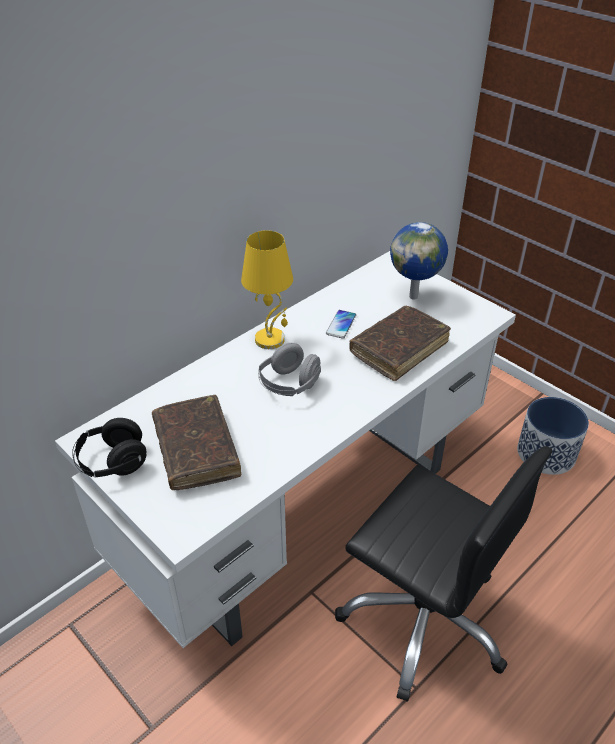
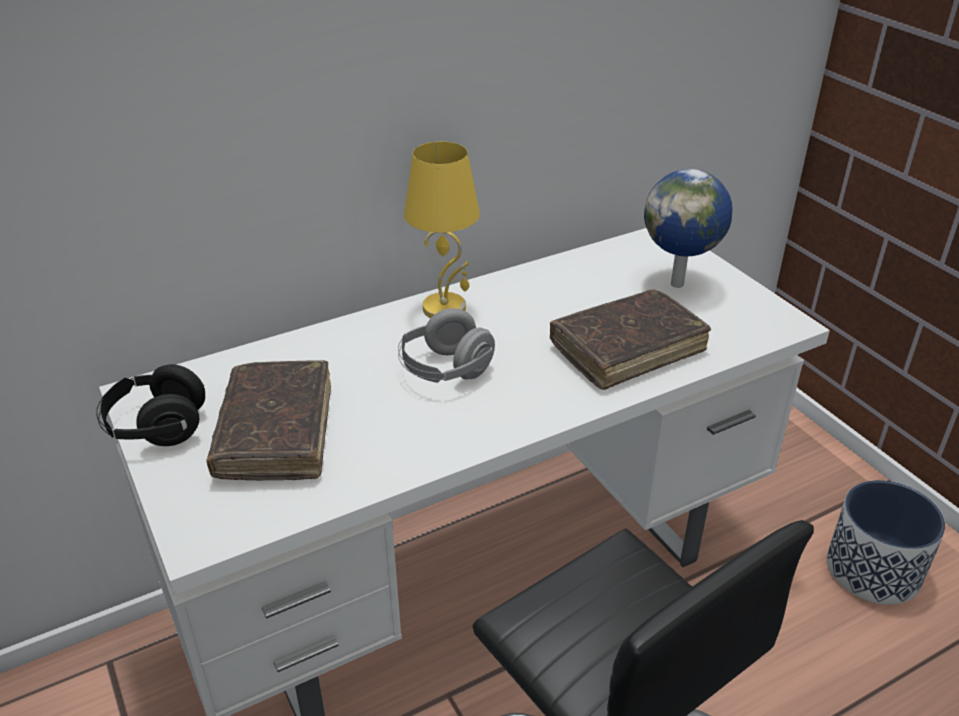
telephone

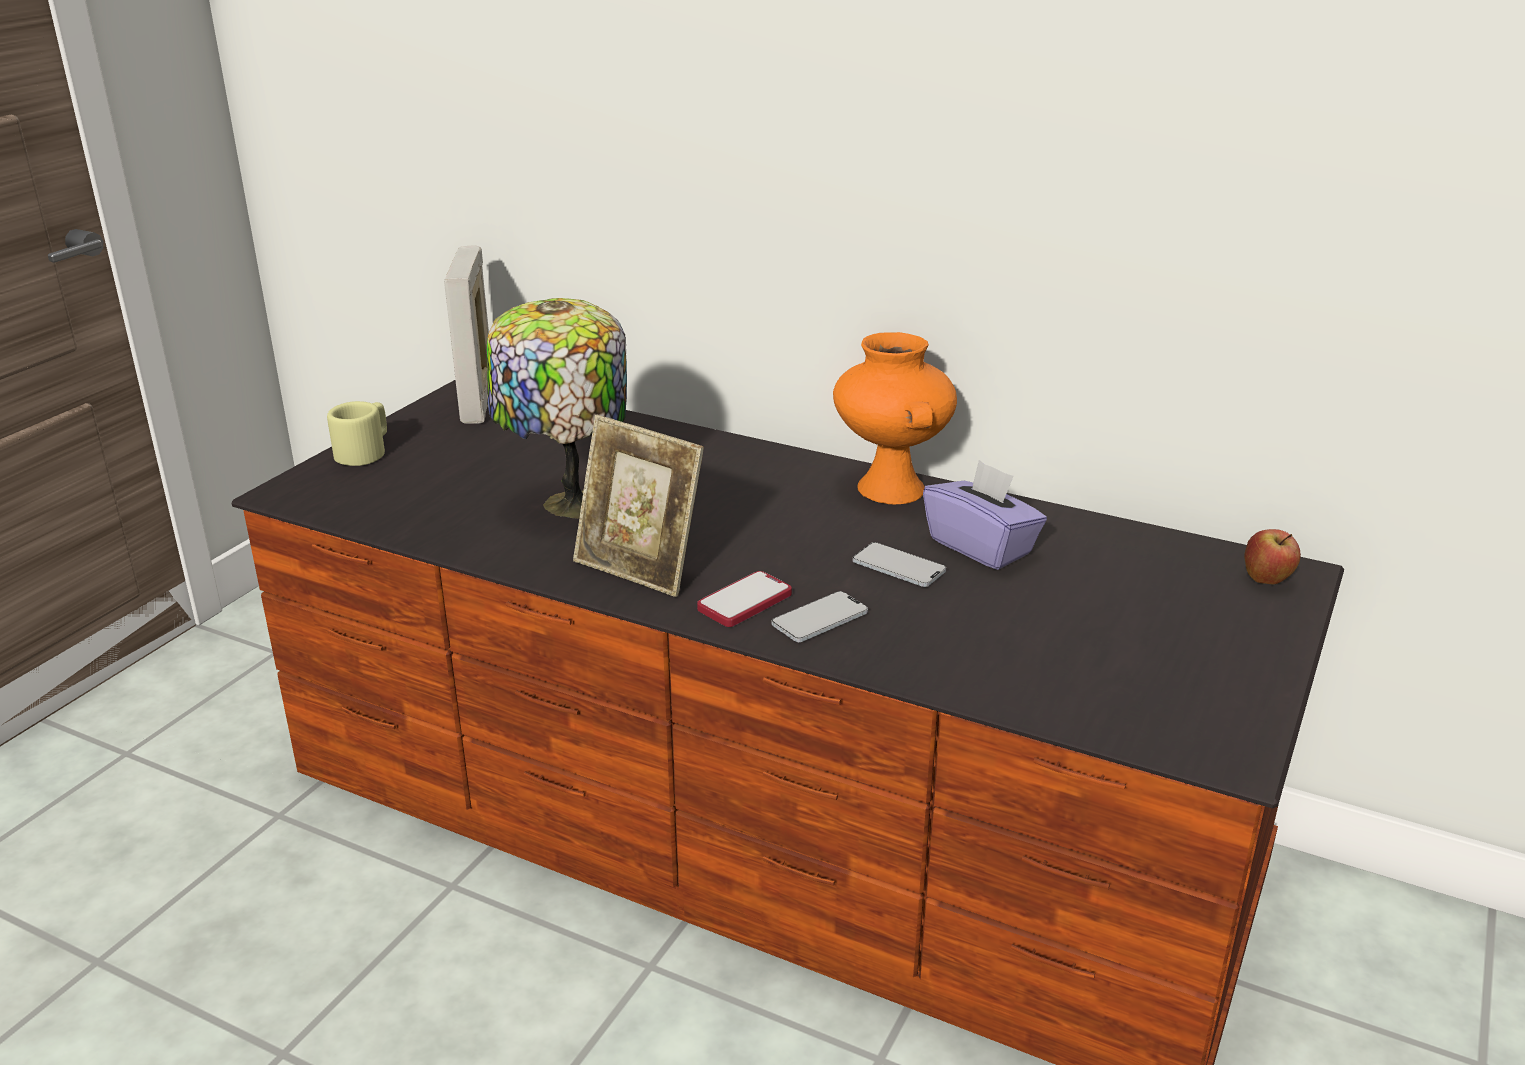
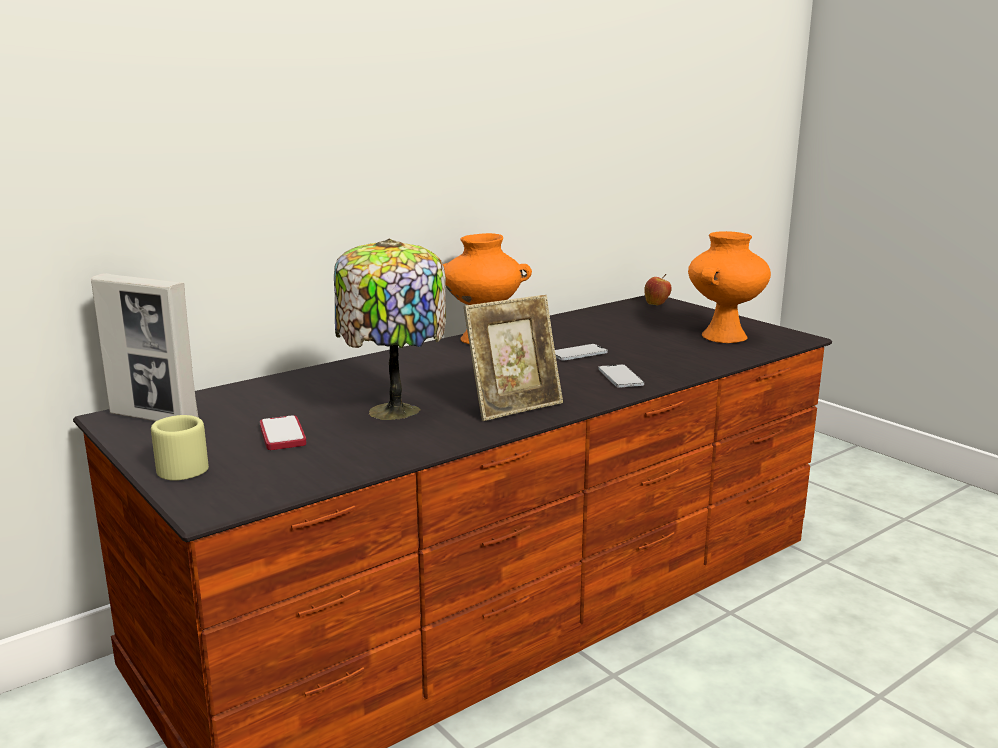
purple-coloured tissue holder
telephone (1st from left)
orange-coloured flower vase (2nd from left)

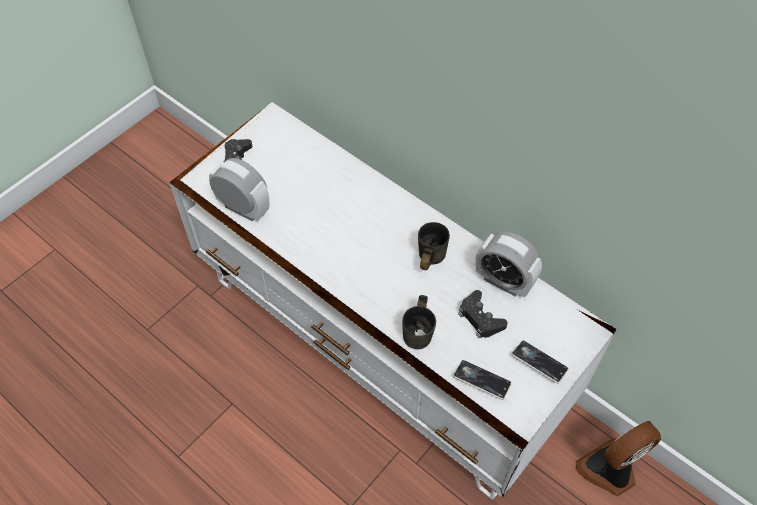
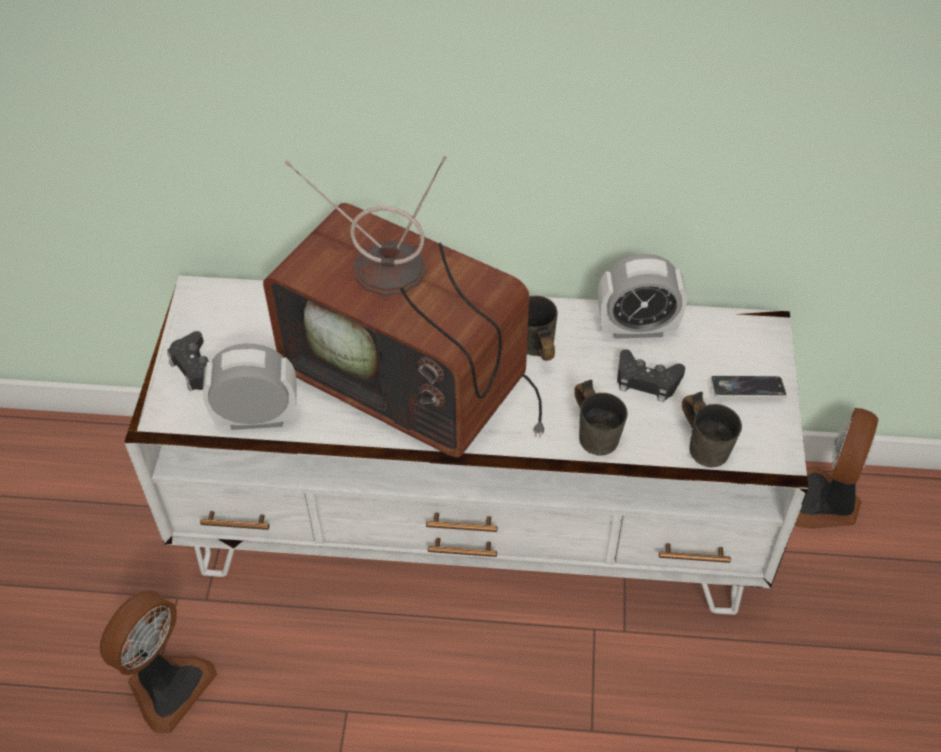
greyish mug (3rd from left)
TV set
fan (1st from left)

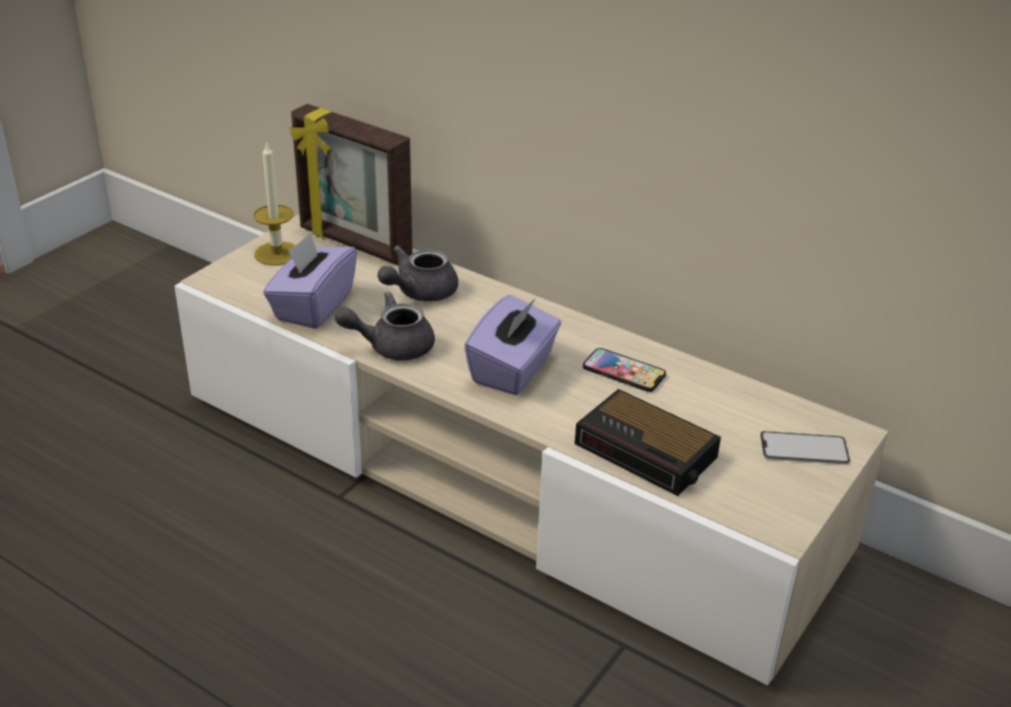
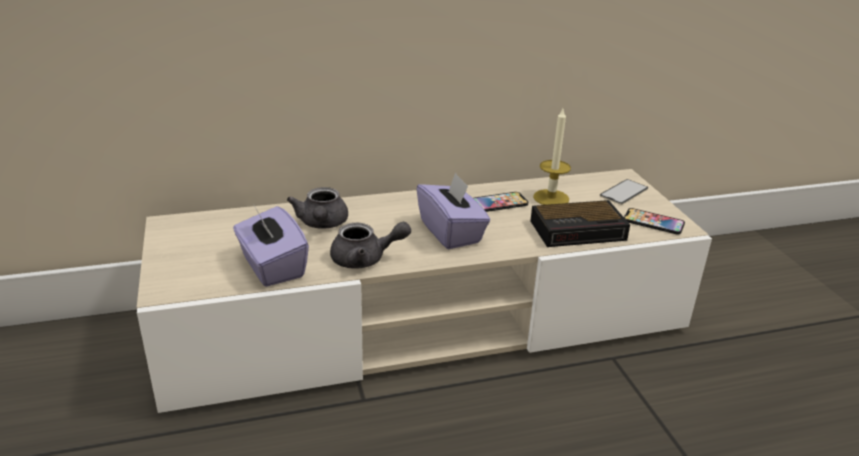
photo frame
wax light
greyish teapot (2nd from left)
telephone (3rd from left)

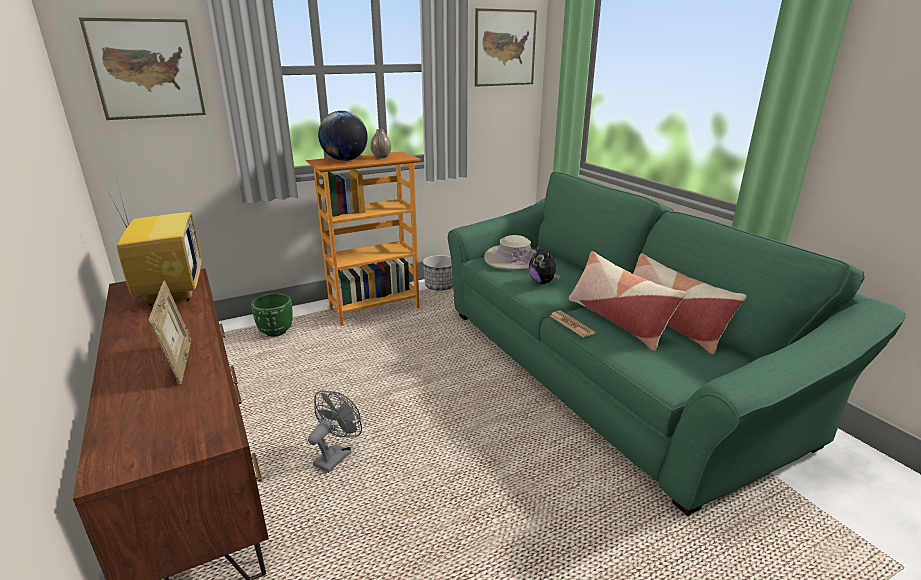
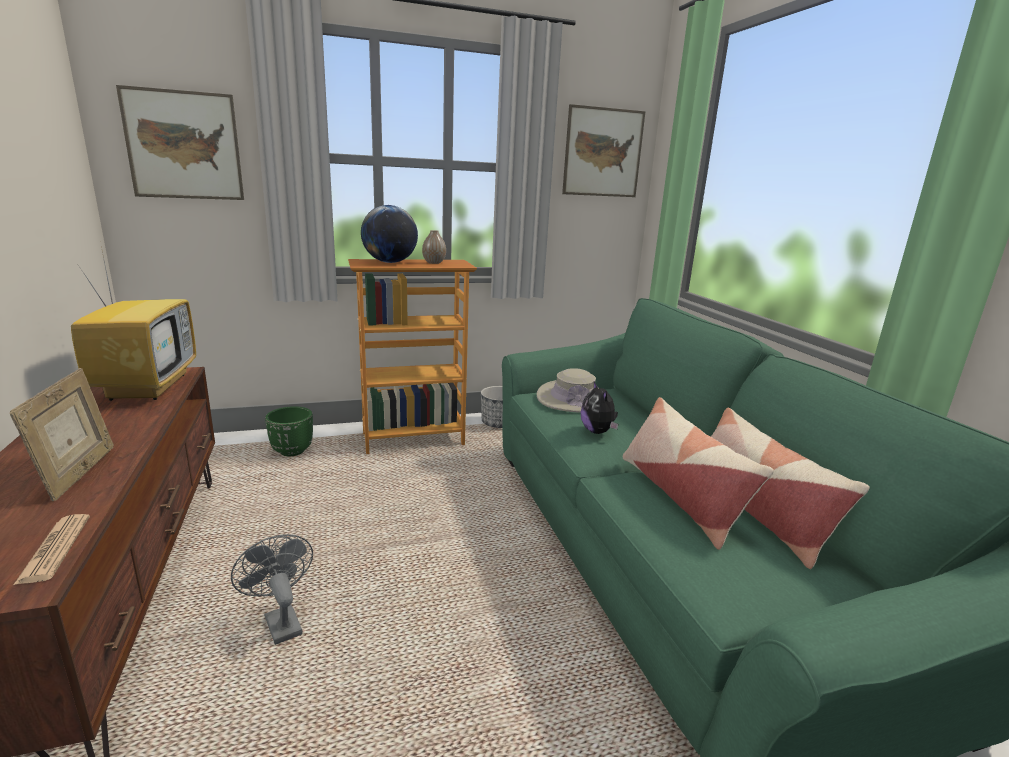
daily paper
greyish fan

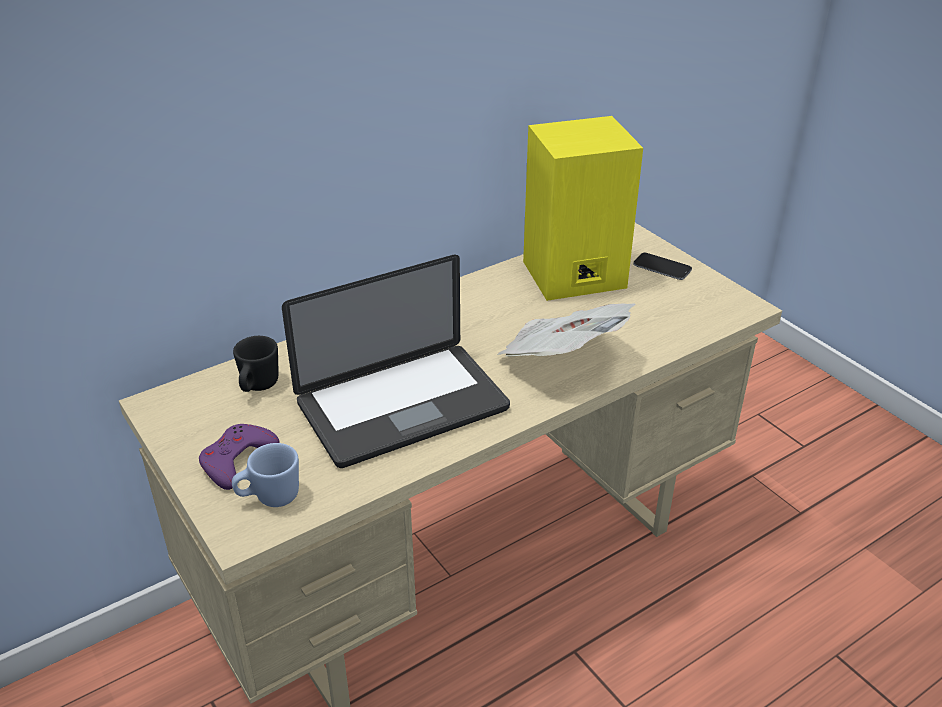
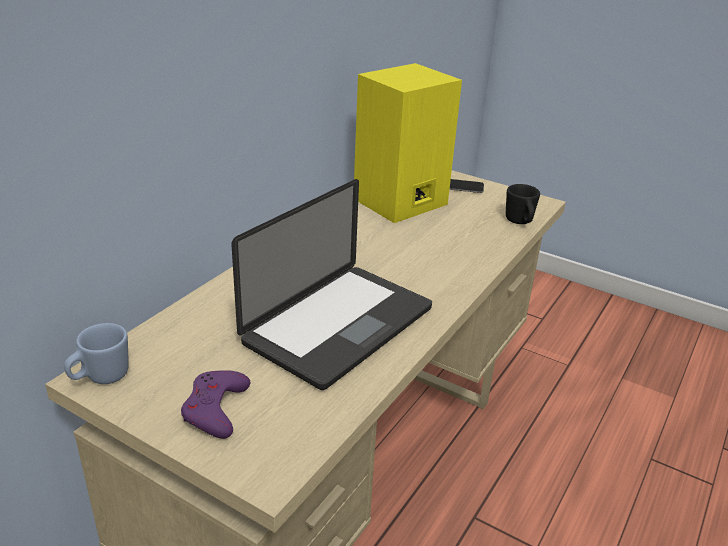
daily paper
blackish mug
blue mug

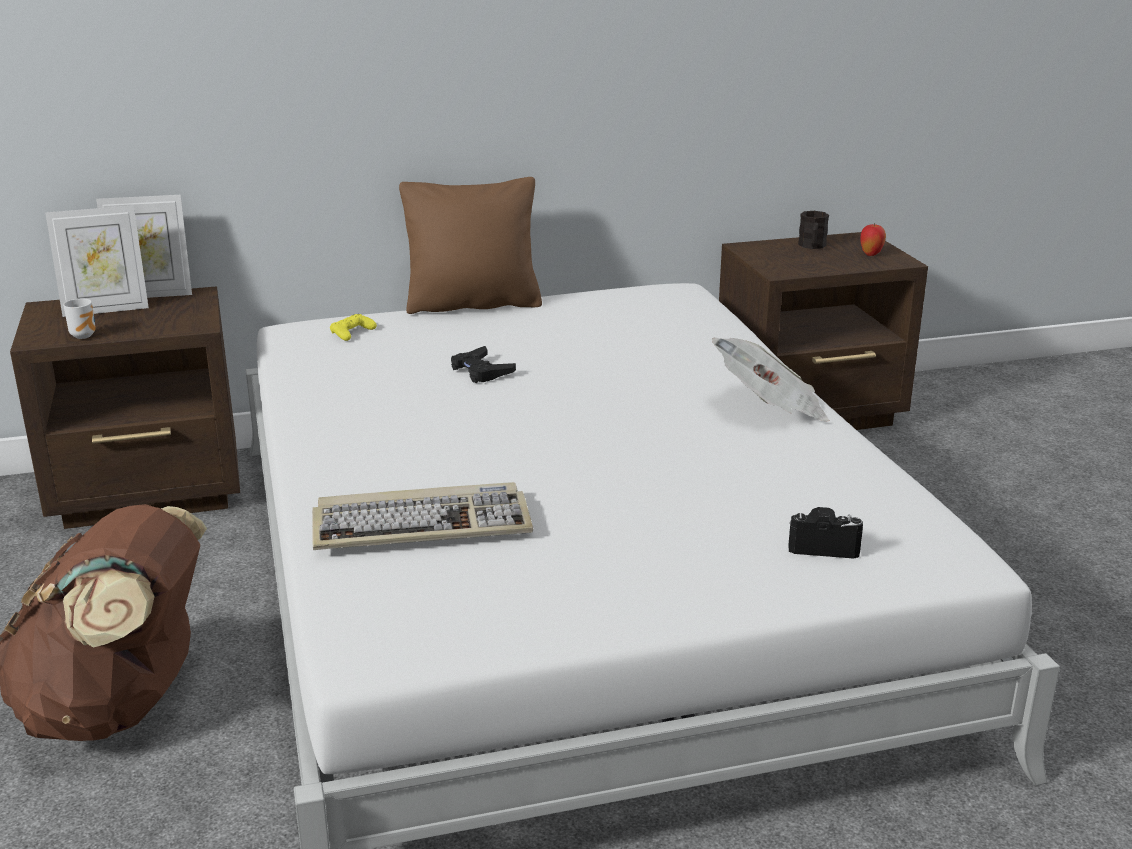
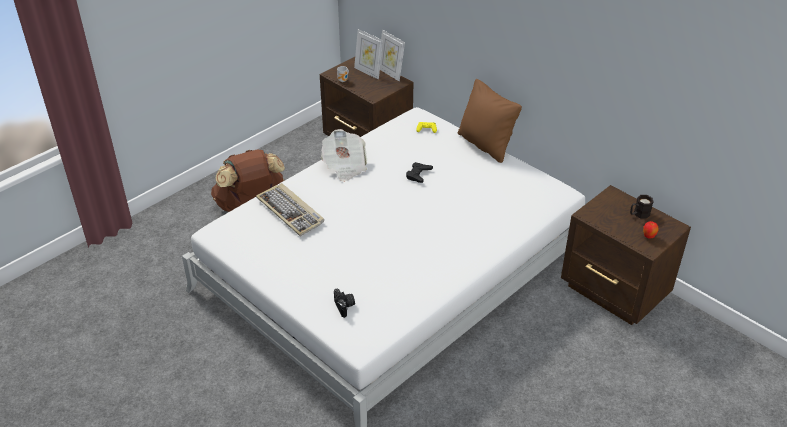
daily paper

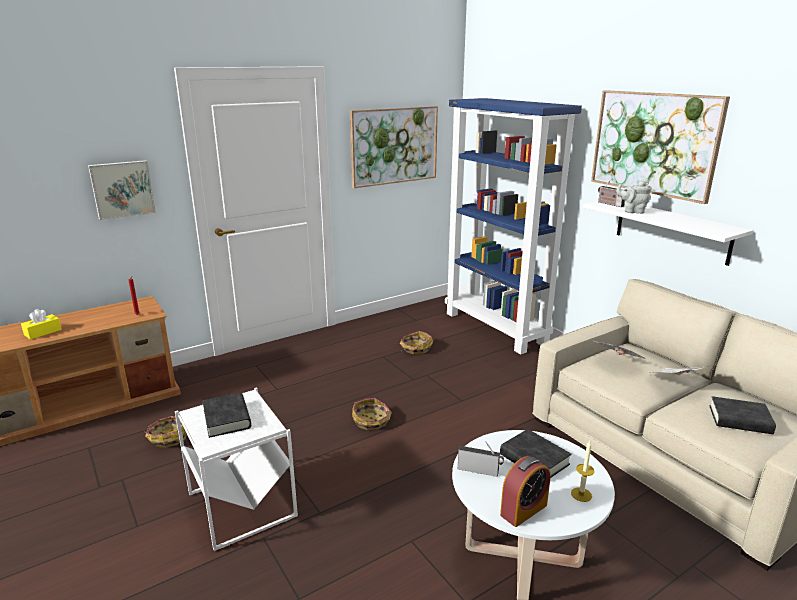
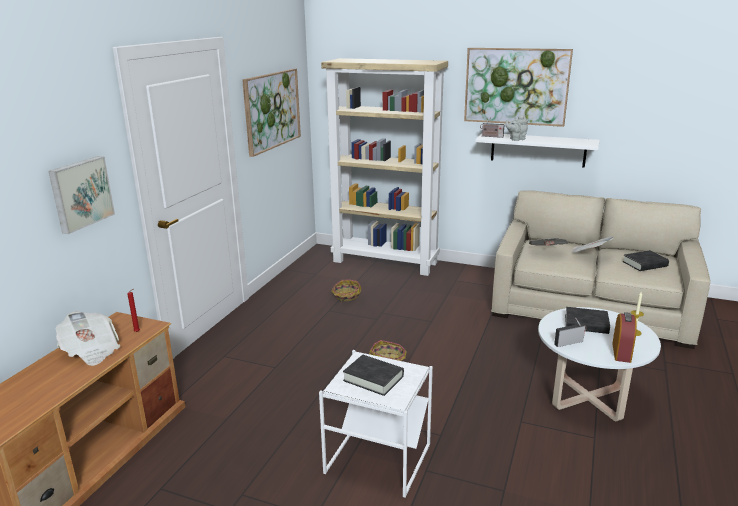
sand-coloured shelving unit
yellowish tissue holder
basket (1st from left in the first image)
daily paper (1st from left)

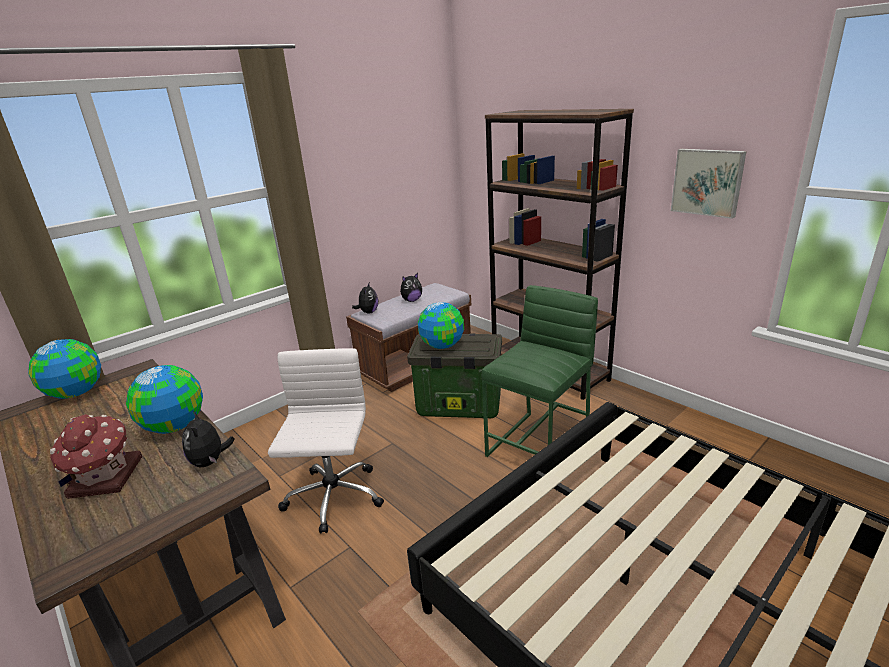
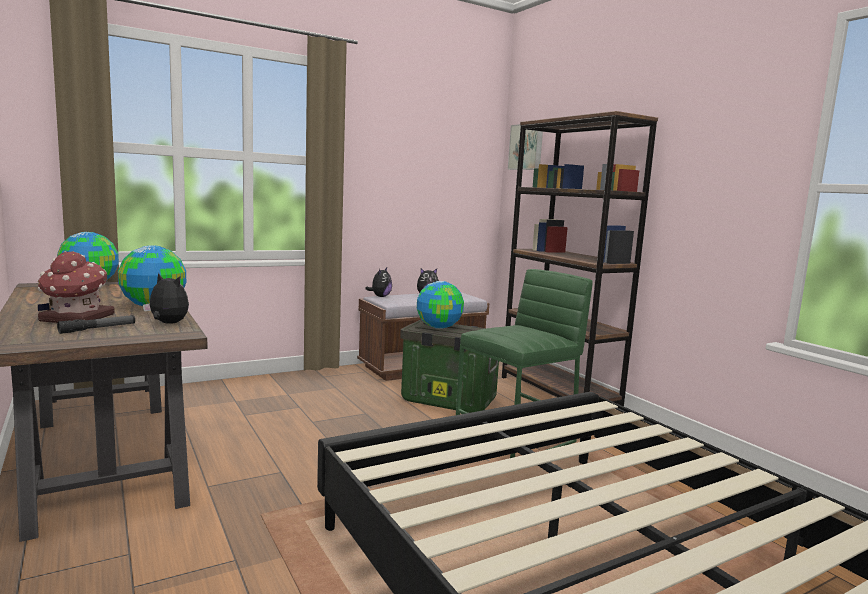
wall picture
whitish computer chair
cuddly toy (1st from left)
flashlight

